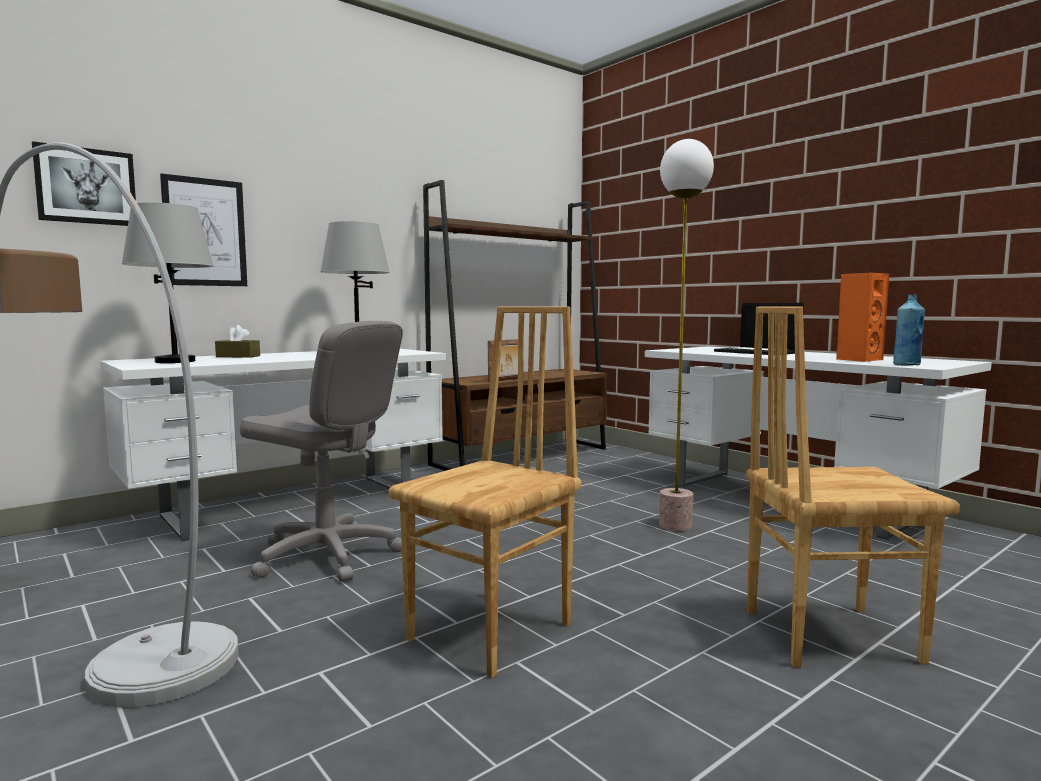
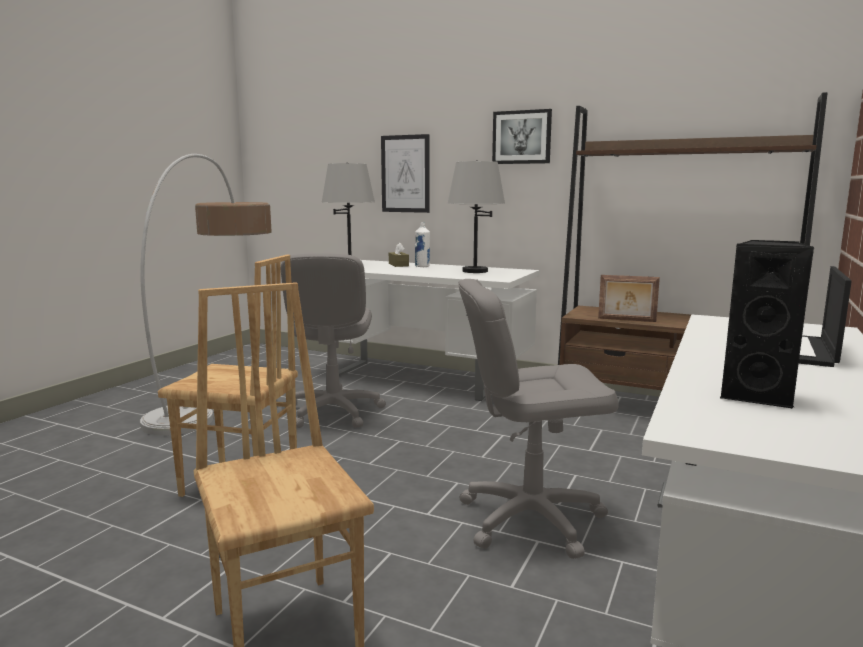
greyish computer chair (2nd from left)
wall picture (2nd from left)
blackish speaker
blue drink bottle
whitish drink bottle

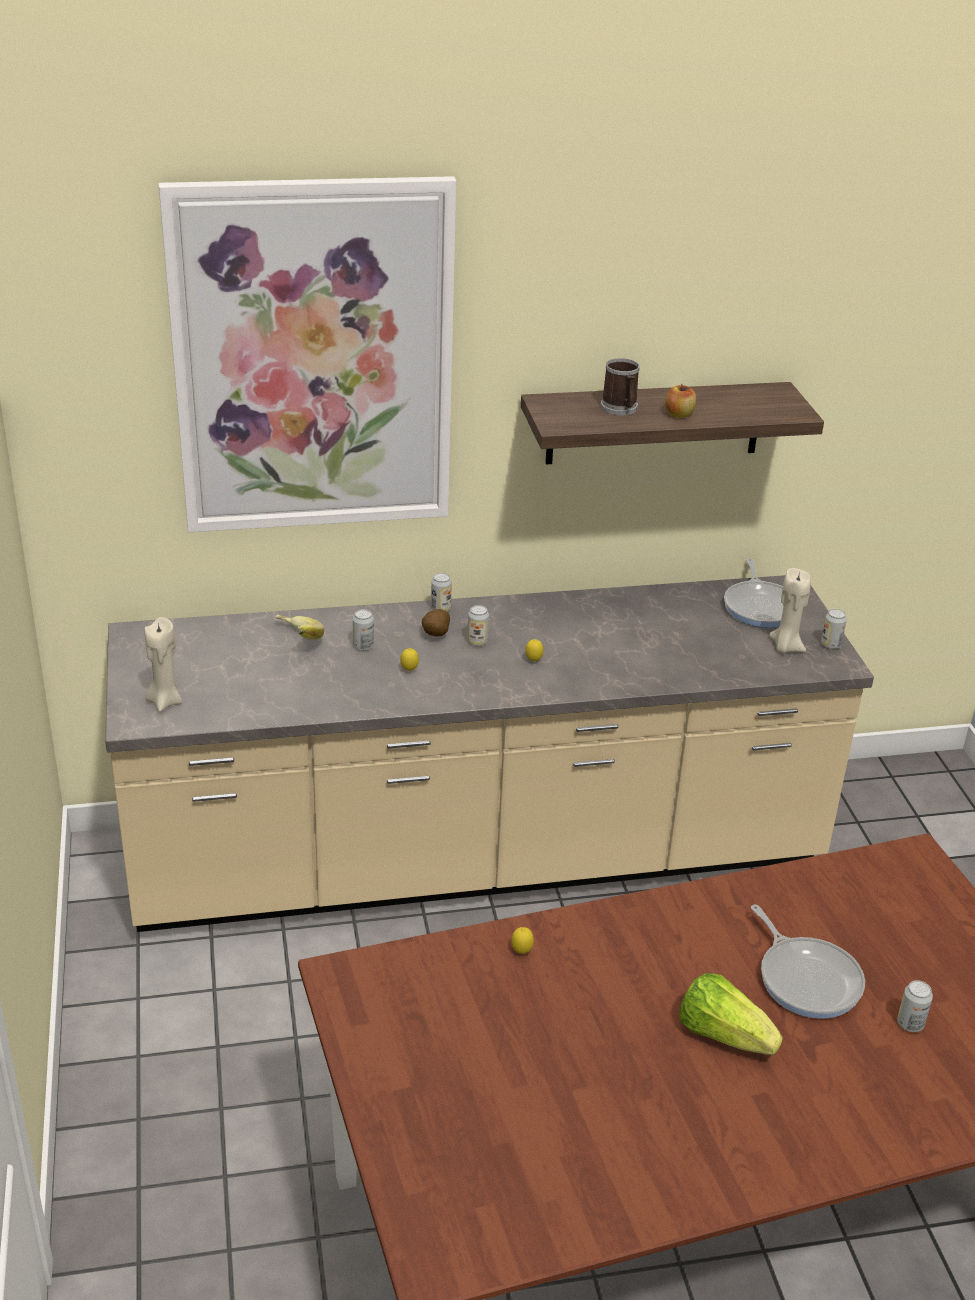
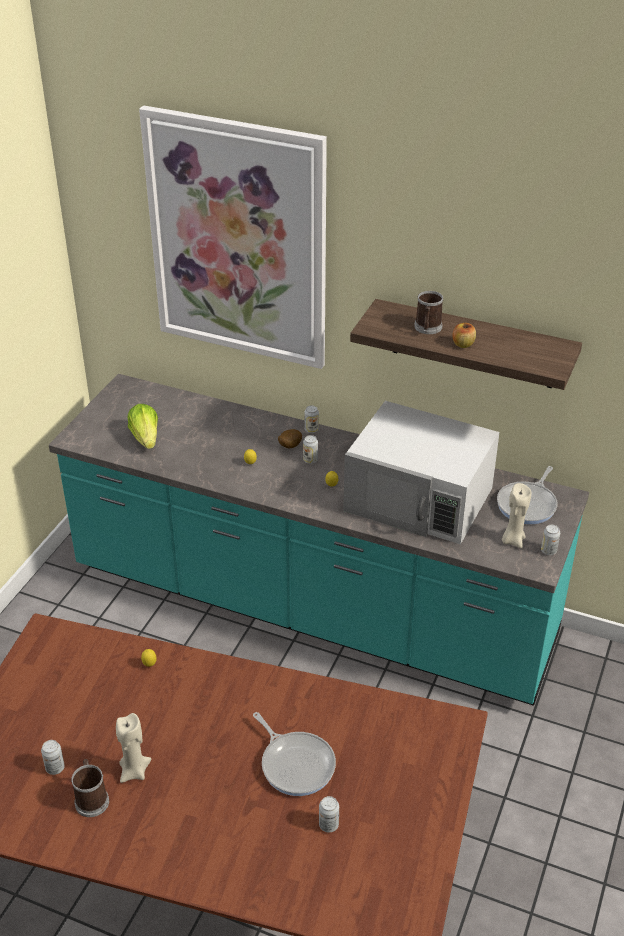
turquoise kitchen counter
sealed can (1st from left)
banana fruit
sand-coloured wax light (1st from left)
skillet (1st from left)
head of lettuce
whitish microwave
mug (1st from left)

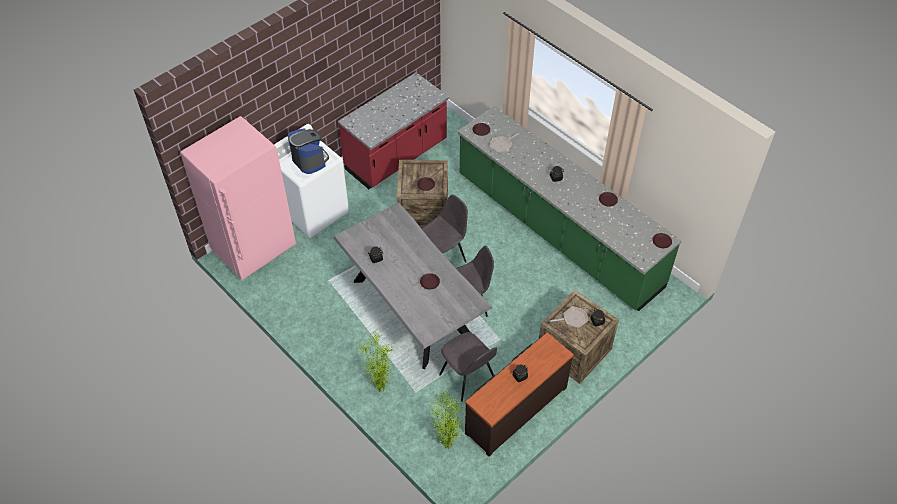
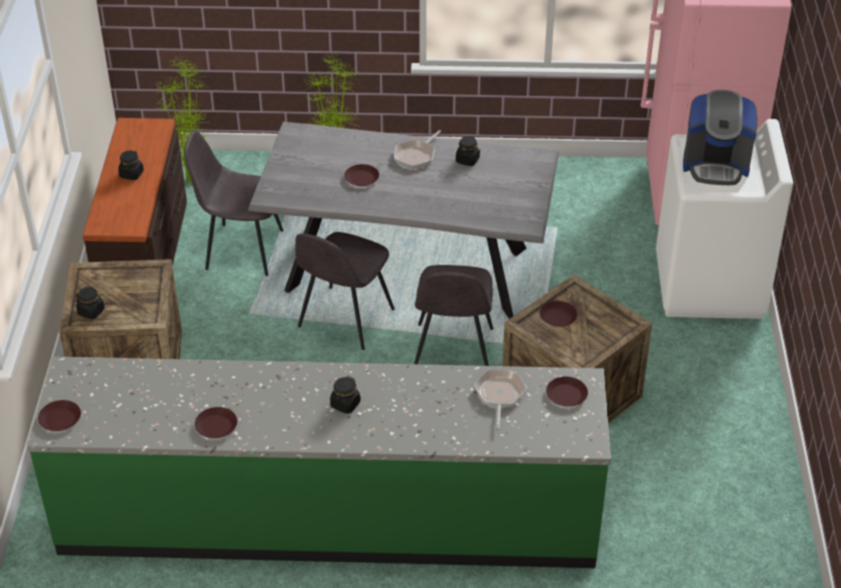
red kitchen counter
skillet (1st from left)

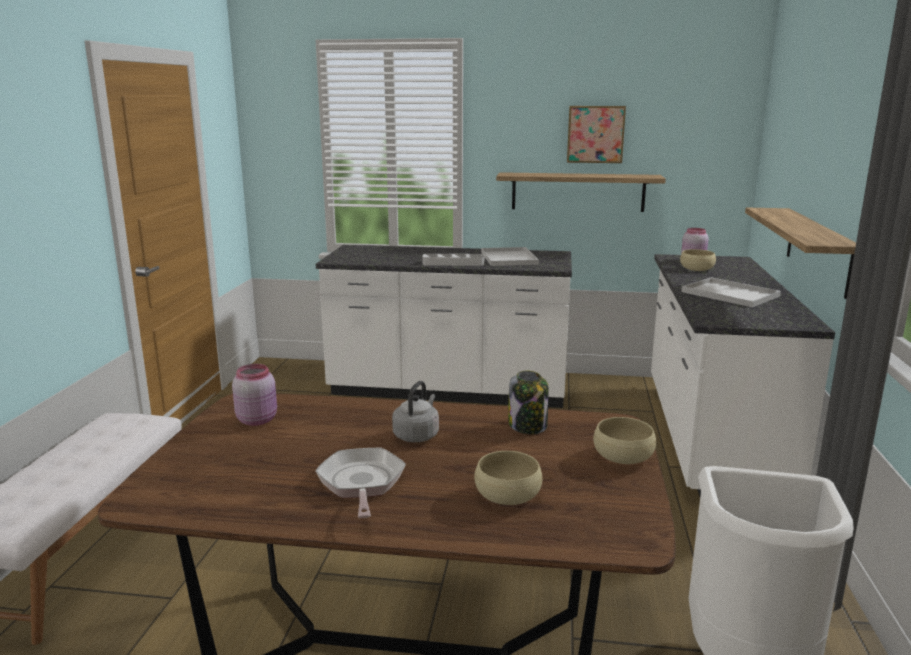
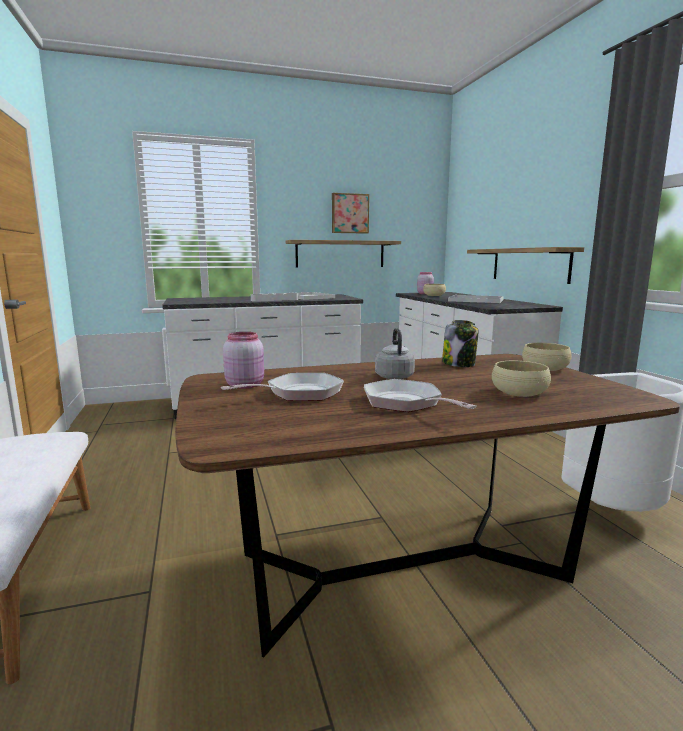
skillet (1st from left)

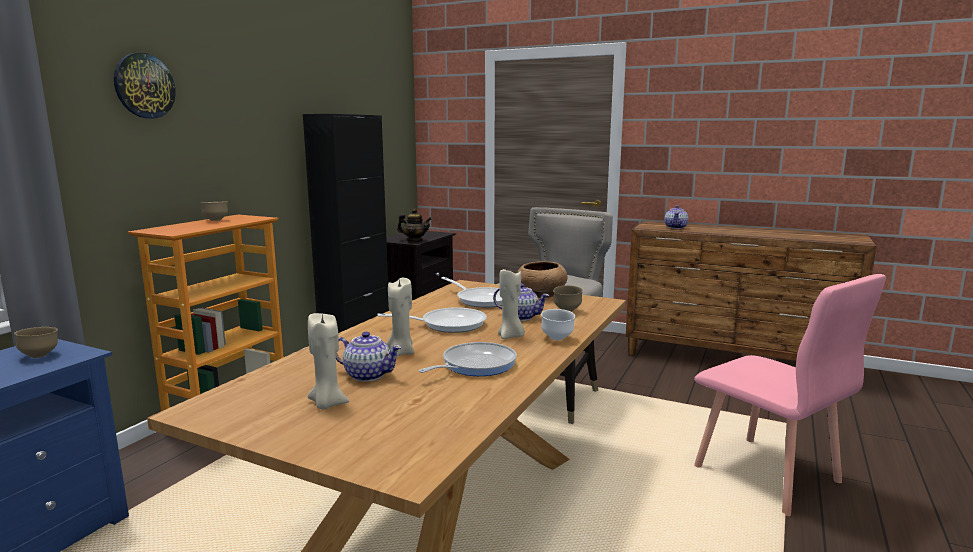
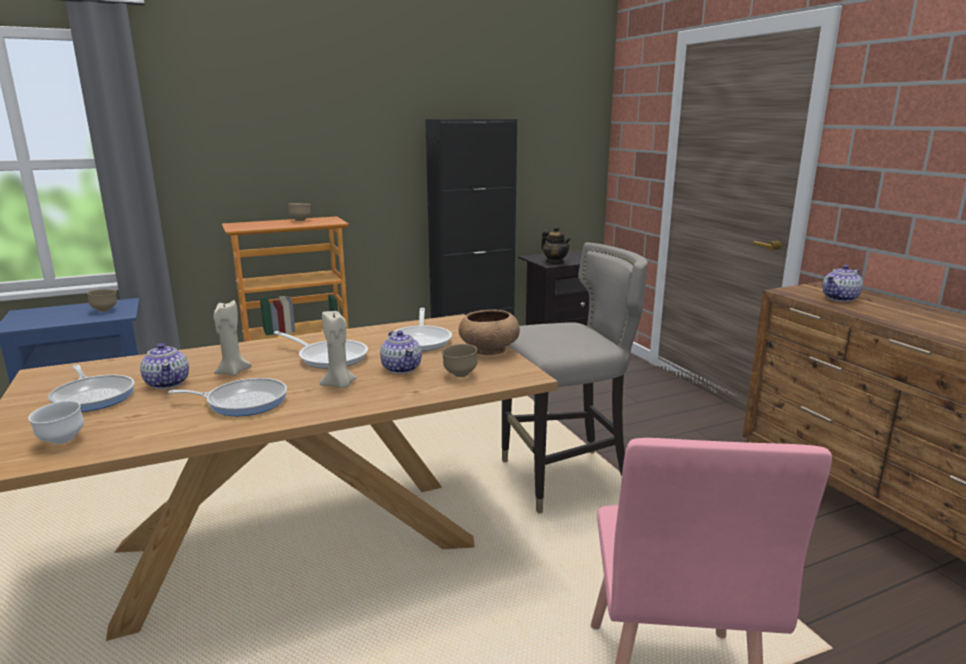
clock on the wall
whitish serving bowl
skillet (1st from left)

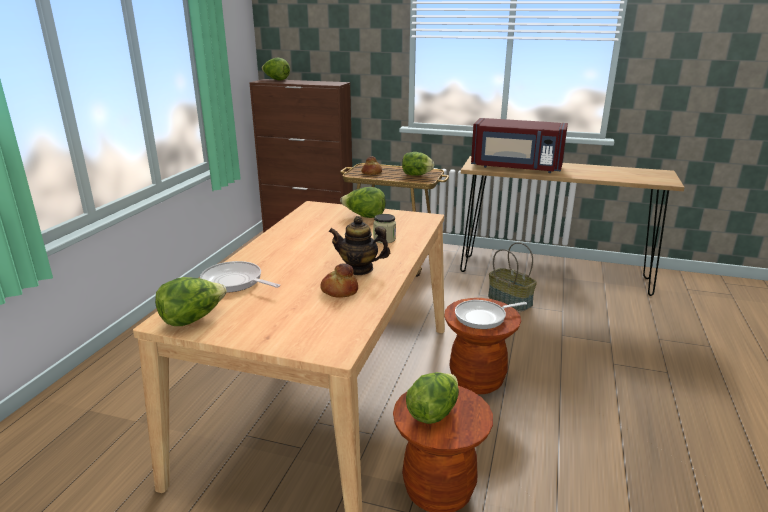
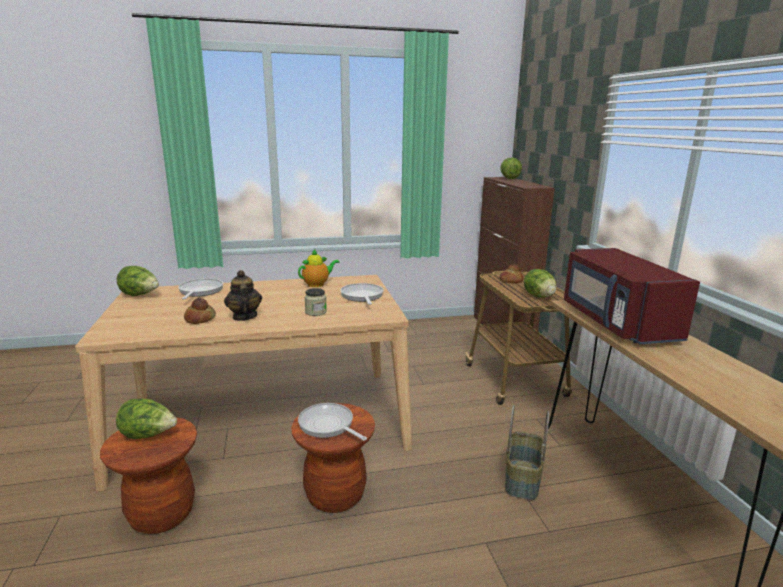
skillet (3rd from left)
teapot (2nd from left)

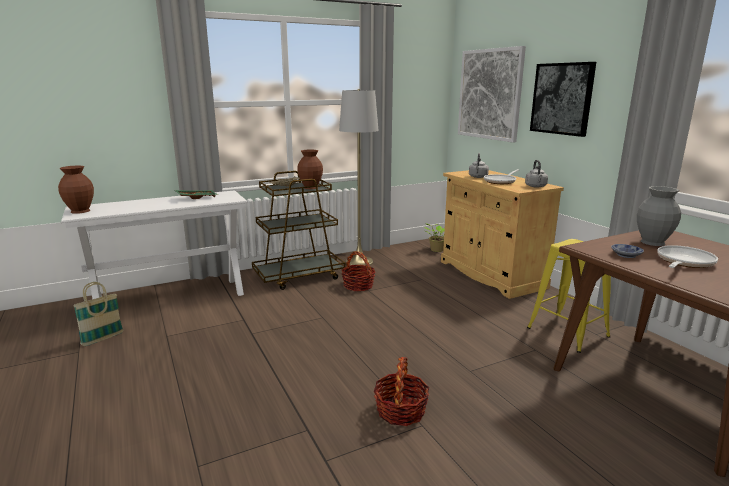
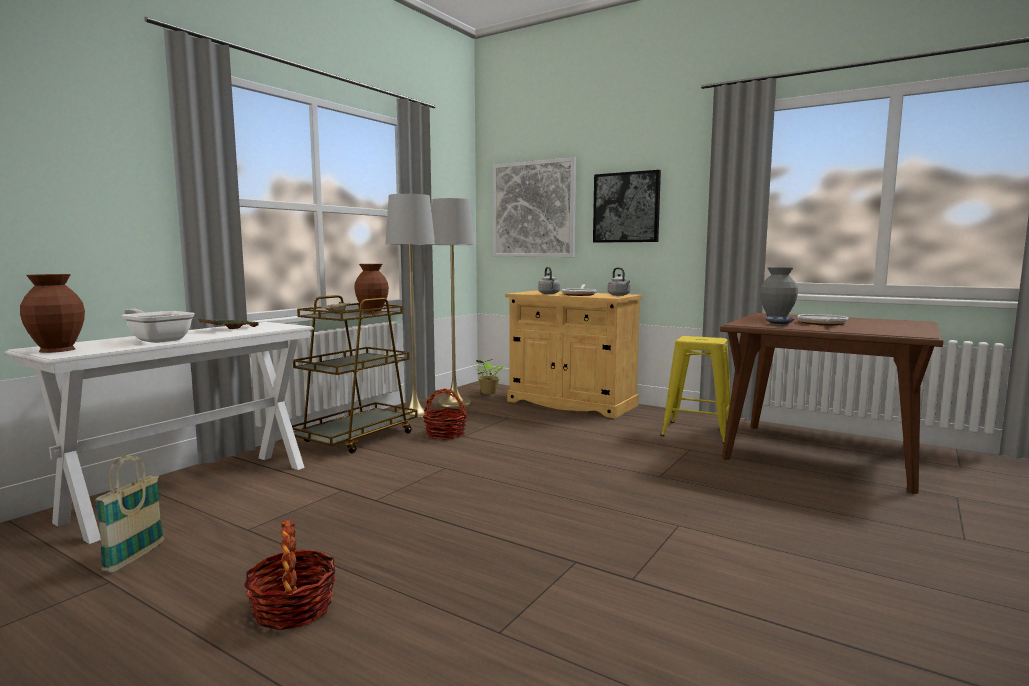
basket (2nd from left)
greyish floor lamp (2nd from left)
skillet (1st from left)

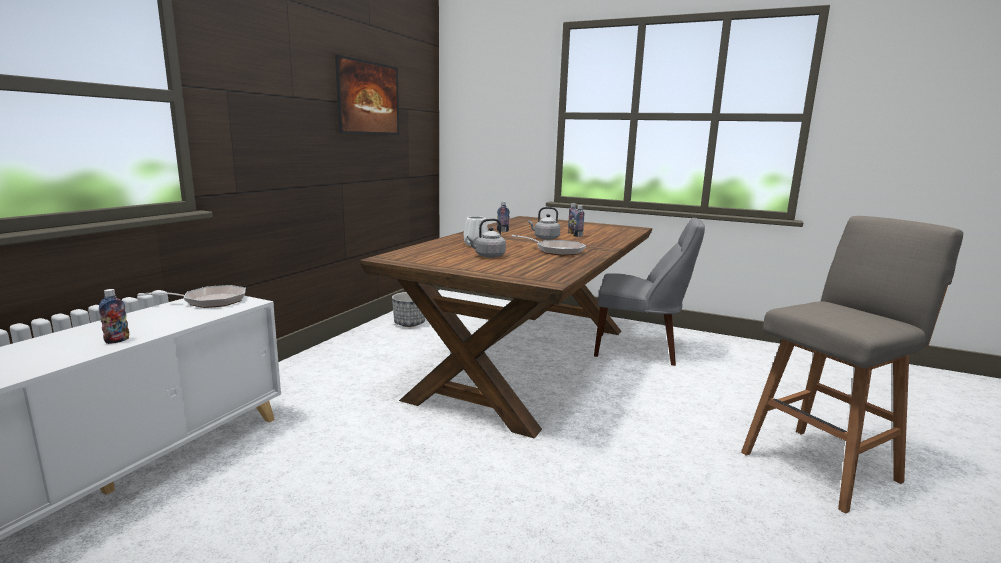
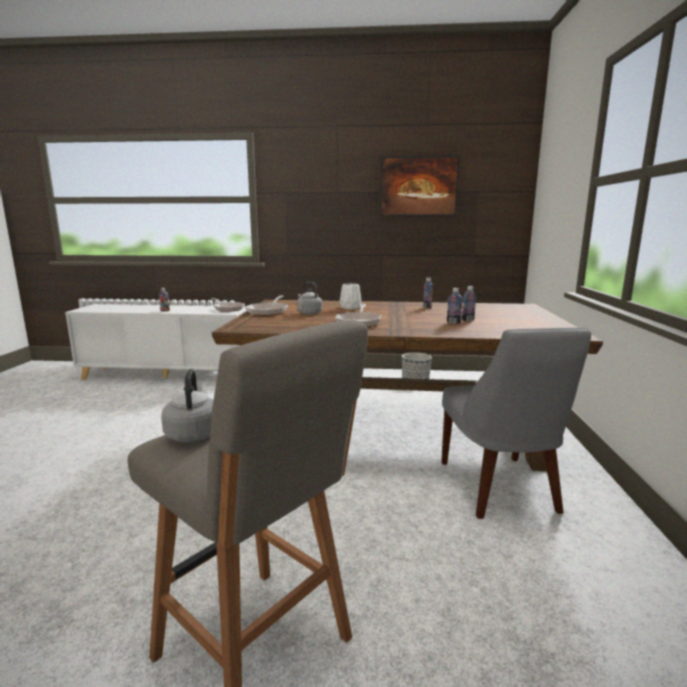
greyish water kettle (1st from left)
skillet (2nd from left)

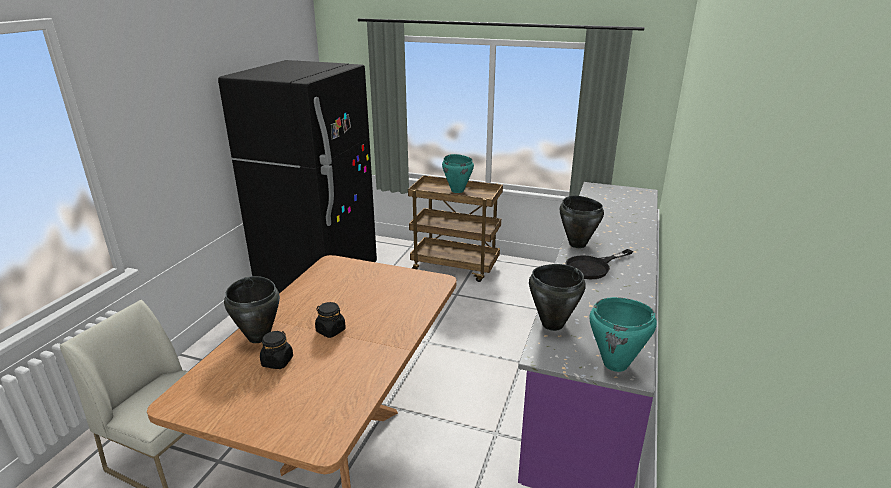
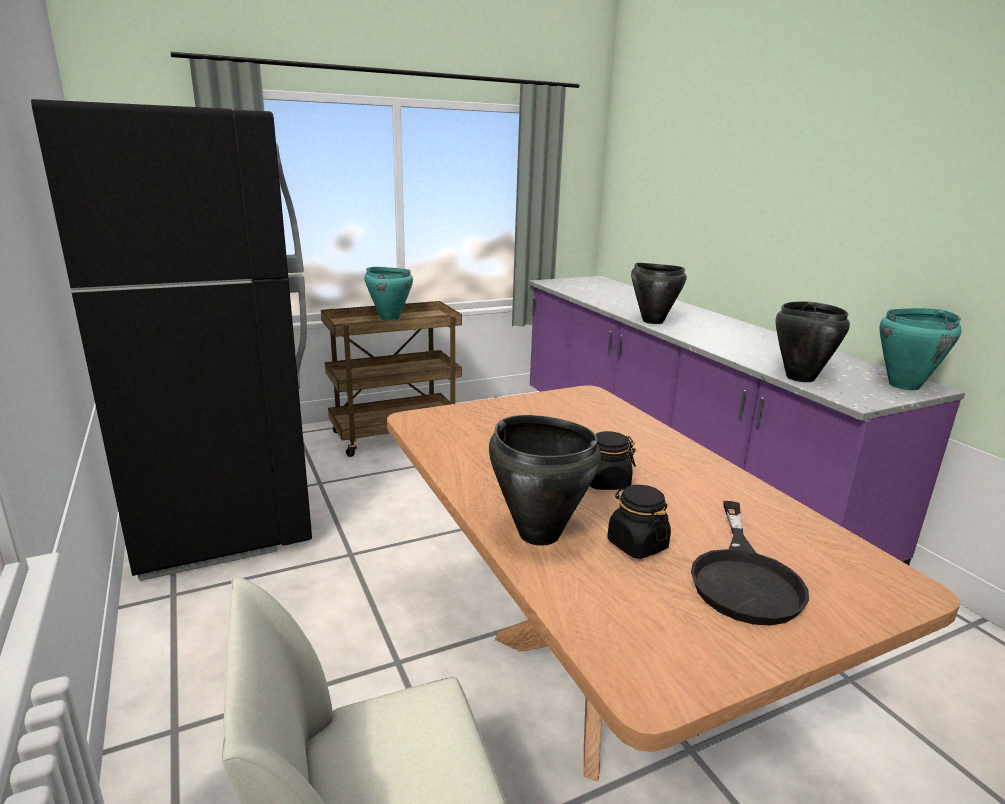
blackish skillet

